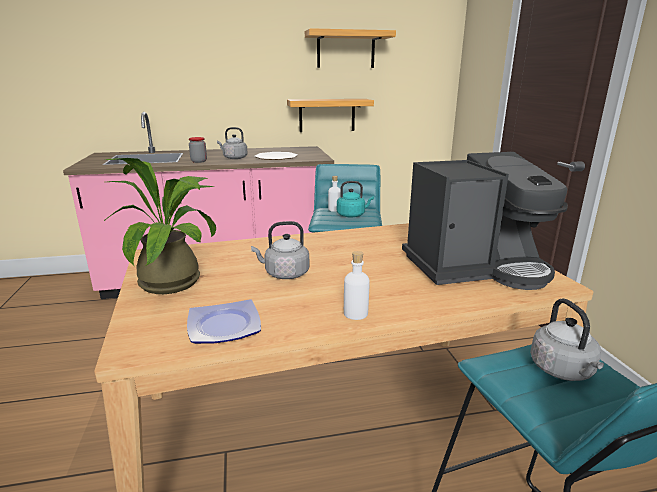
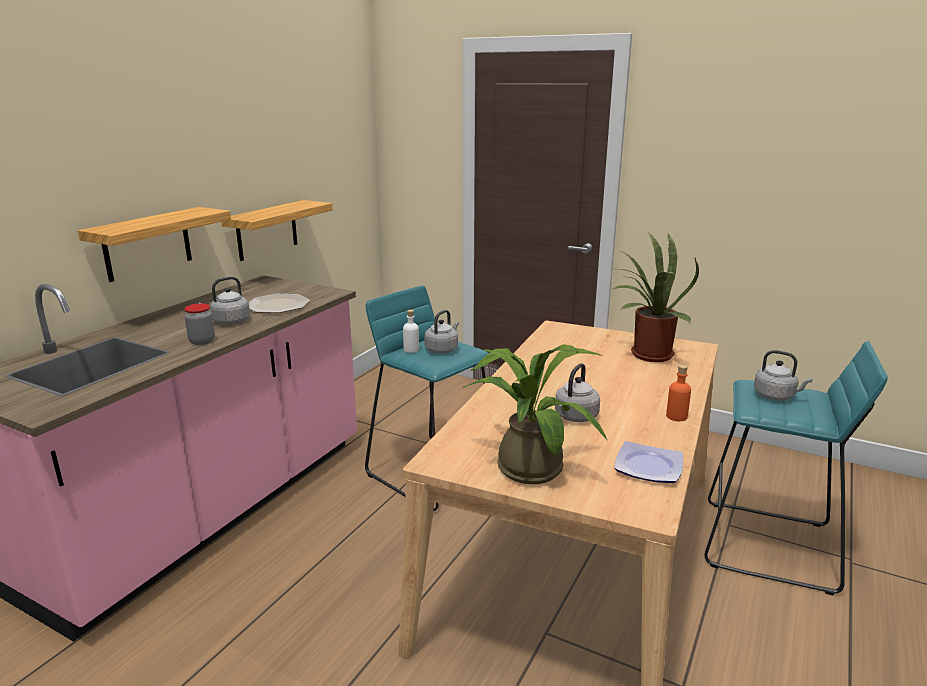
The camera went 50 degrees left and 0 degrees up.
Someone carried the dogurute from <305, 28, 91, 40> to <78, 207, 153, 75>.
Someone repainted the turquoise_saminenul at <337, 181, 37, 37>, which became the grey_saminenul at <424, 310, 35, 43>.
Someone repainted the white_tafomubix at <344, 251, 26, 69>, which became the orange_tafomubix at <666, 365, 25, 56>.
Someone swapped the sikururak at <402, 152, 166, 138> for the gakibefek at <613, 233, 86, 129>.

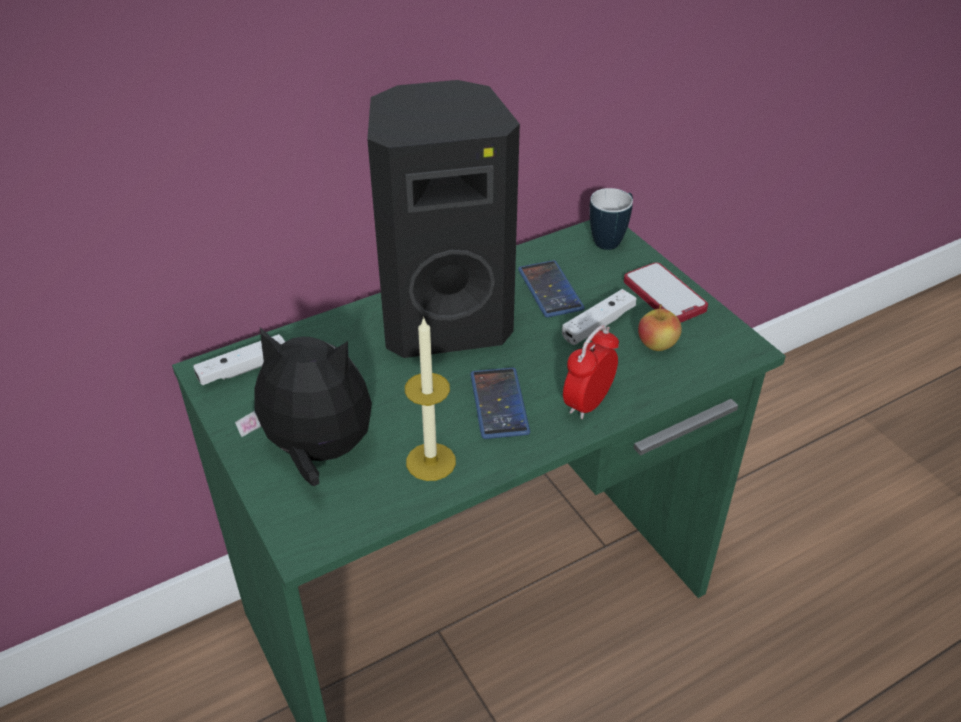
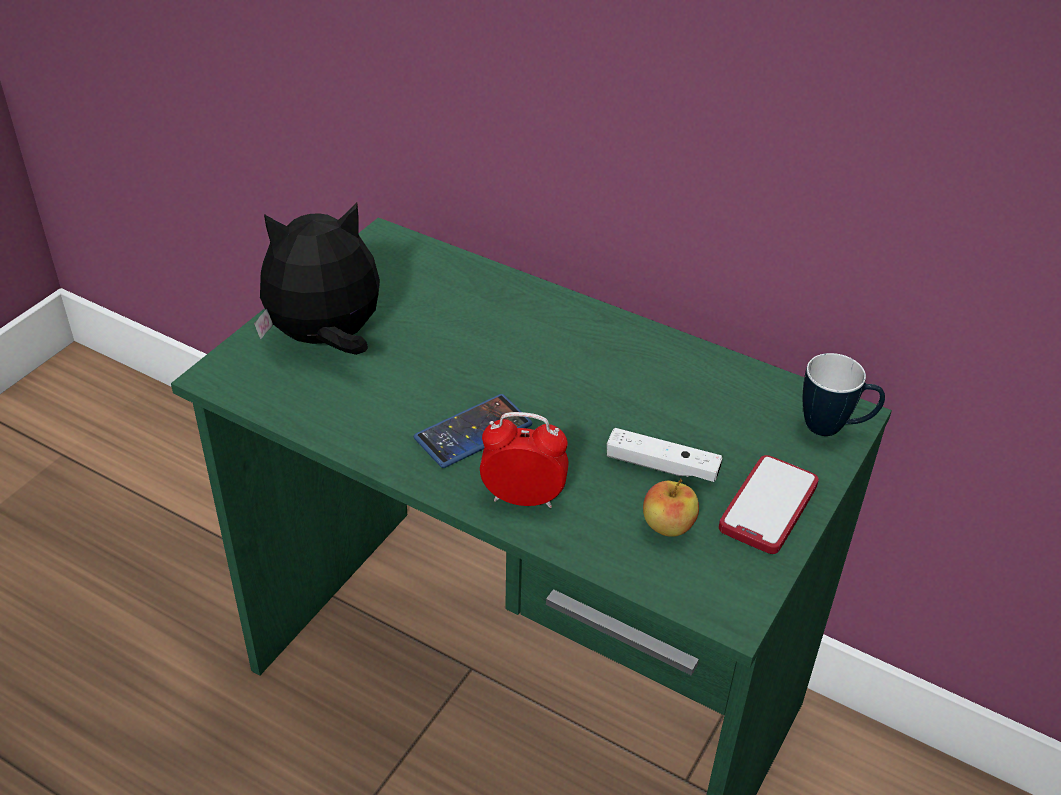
The camera went 60 degrees right and 0 degrees up.
Someone took away the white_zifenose at <193, 334, 92, 51>.
Someone rotated the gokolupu at <235, 327, 137, 159> by 90 degrees counterclockwise.
Someone took away the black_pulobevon at <367, 80, 153, 278>.
Someone took away the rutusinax at <405, 316, 51, 165>.
Someone took away the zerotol at <518, 260, 67, 57>.

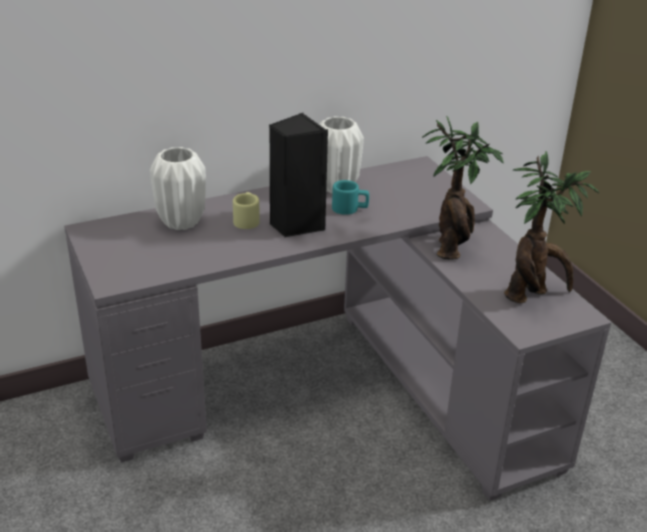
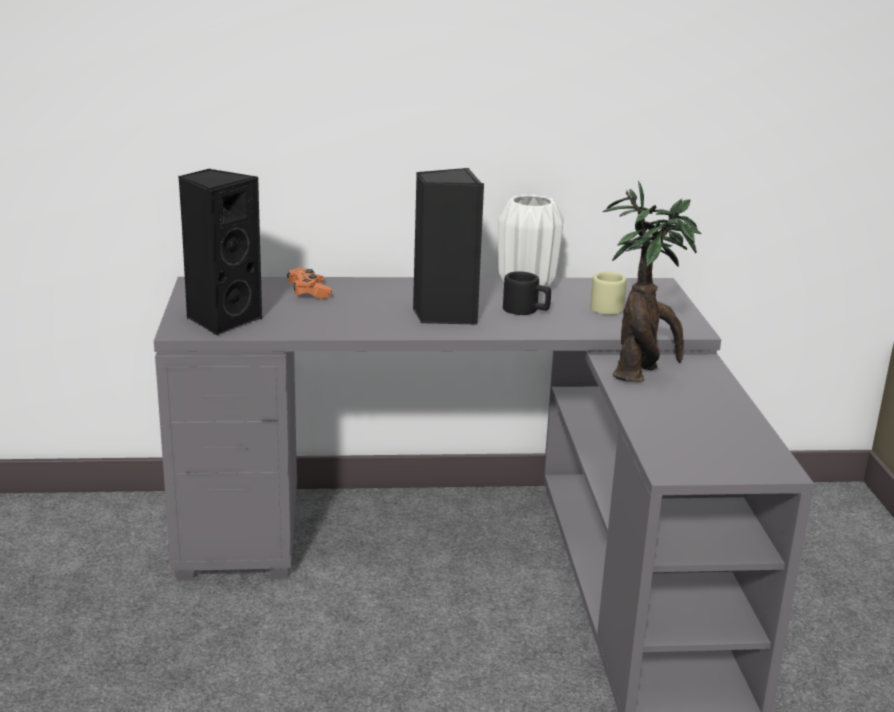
The camera went 20 degrees right and 10 degrees down.
Someone swapped the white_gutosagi at <150, 147, 56, 83> for the orange_zifenose at <287, 268, 45, 31>.
Someone carried the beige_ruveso from <233, 192, 27, 37> to <590, 272, 37, 43>.
Someone repainted the turquoise_ruveso at <332, 180, 37, 35>, which became the black_ruveso at <503, 271, 48, 44>.
Someone took away the gakibefek at <504, 151, 95, 152>.
Someone put down the black_pulobevon at <179, 169, 84, 167>.

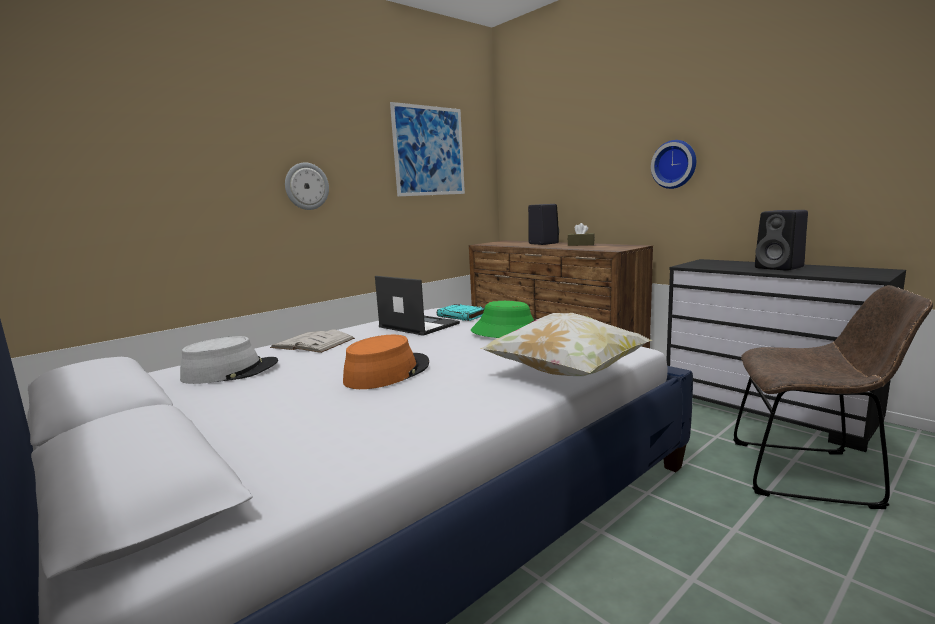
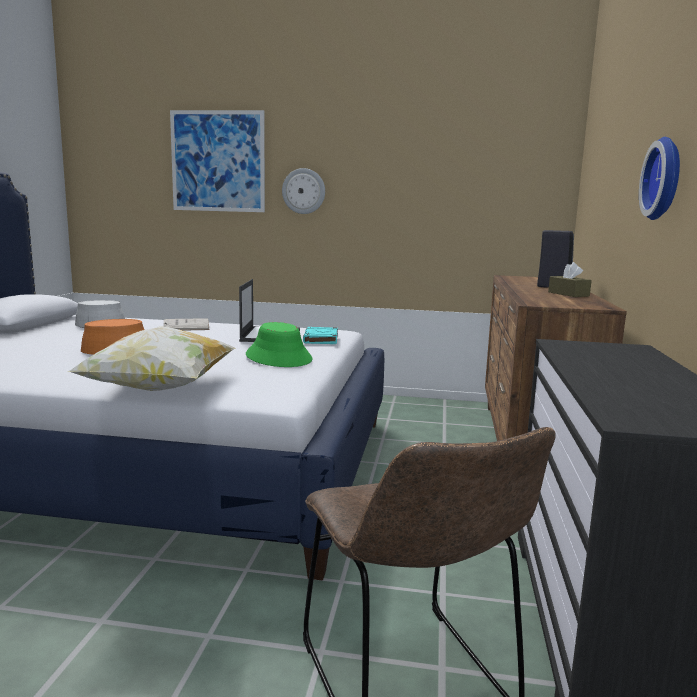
The camera went 50 degrees right and 0 degrees up.
Someone carried the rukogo from <390, 102, 75, 95> to <170, 110, 95, 102>.
Someone took away the black_pulobevon at <755, 210, 53, 61>.

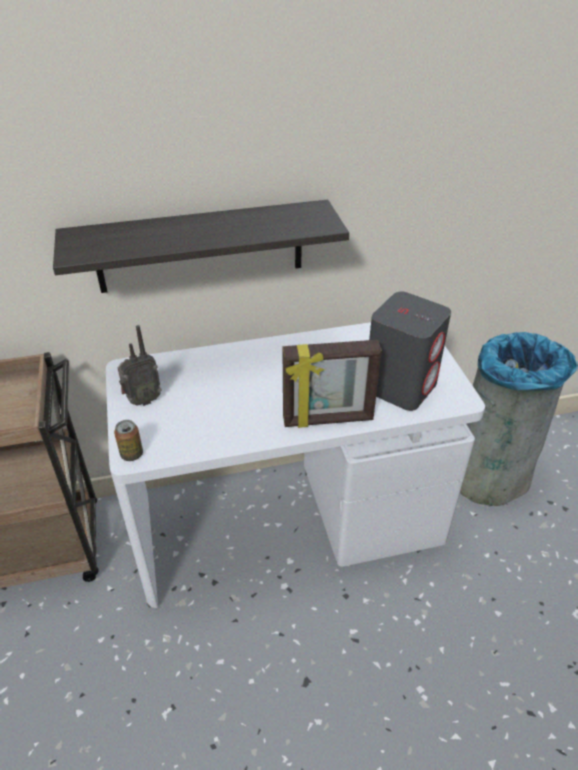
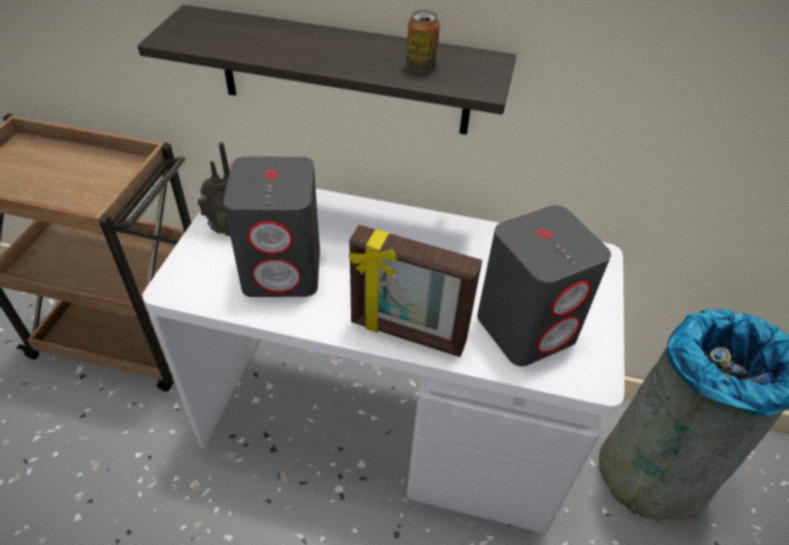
The camera went 25 degrees right and 5 degrees up.
Someone carried the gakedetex from <114, 420, 29, 41> to <406, 10, 34, 62>.
Someone put down the grey_pulobevon at <223, 156, 97, 141>.

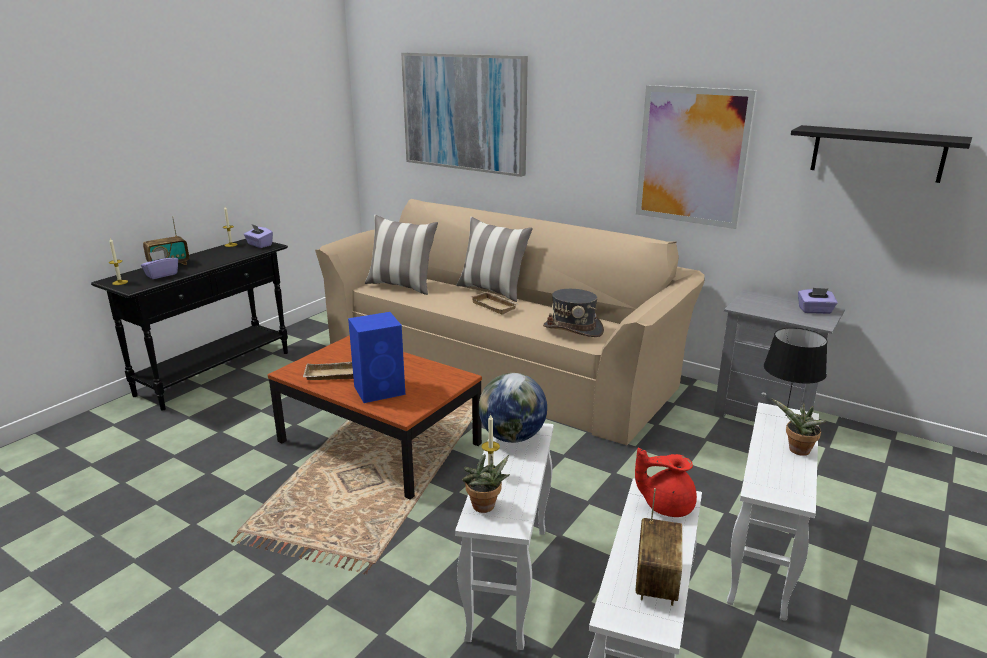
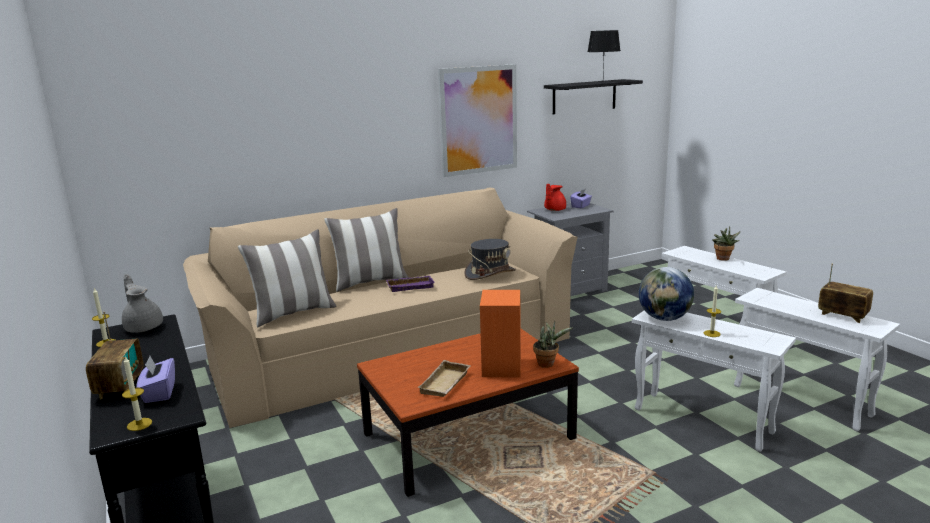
The camera went 60 degrees left and 5 degrees down.
Someone swapped the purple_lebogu at <244, 224, 29, 24> for the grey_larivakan at <122, 274, 41, 59>.
Someone repainted the blue_pulobevon at <348, 312, 57, 91>, which became the orange_pulobevon at <480, 290, 41, 88>.
Someone took away the rukogo at <401, 53, 127, 124>.
Someone carried the gakibefek from <462, 454, 48, 59> to <533, 321, 40, 47>.
Someone repainted the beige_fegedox at <470, 292, 49, 23>, which became the purple_fegedox at <386, 276, 49, 16>.
Someone carried the red_larivakan from <635, 448, 62, 69> to <544, 184, 22, 27>.
Someone carried the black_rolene from <764, 328, 64, 87> to <588, 30, 32, 44>.

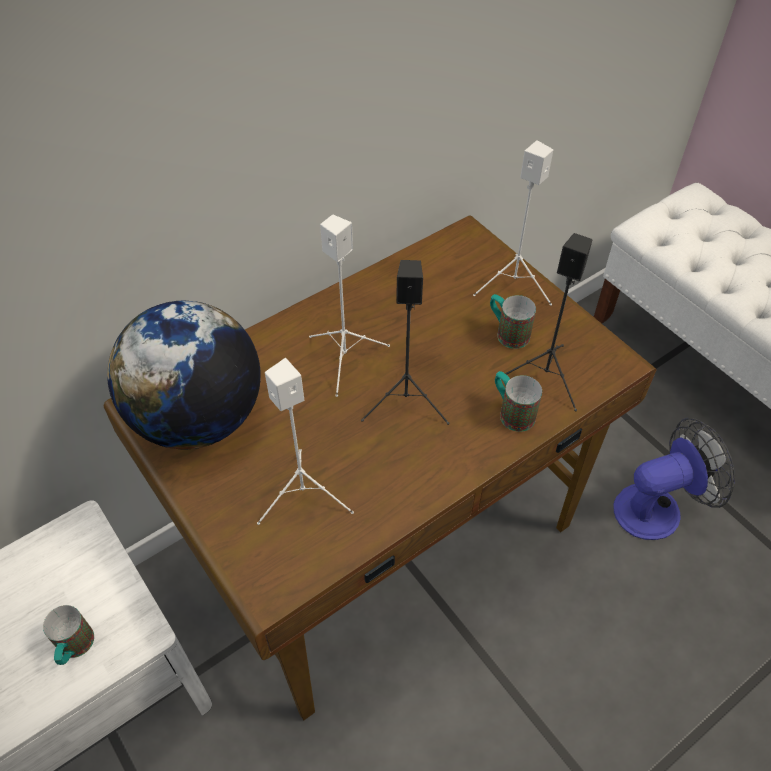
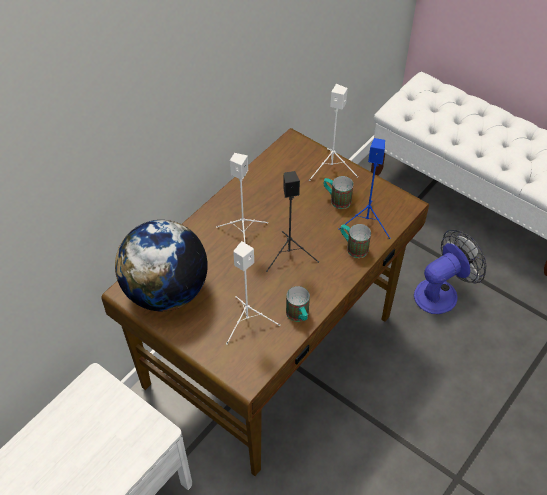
The camera went 15 degrees left and 0 degrees up.
Someone carried the ruveso from <43, 605, 51, 60> to <286, 286, 24, 36>.
Someone repainted the black_pulobevon at <505, 233, 87, 178>, which became the blue_pulobevon at <339, 138, 52, 101>.

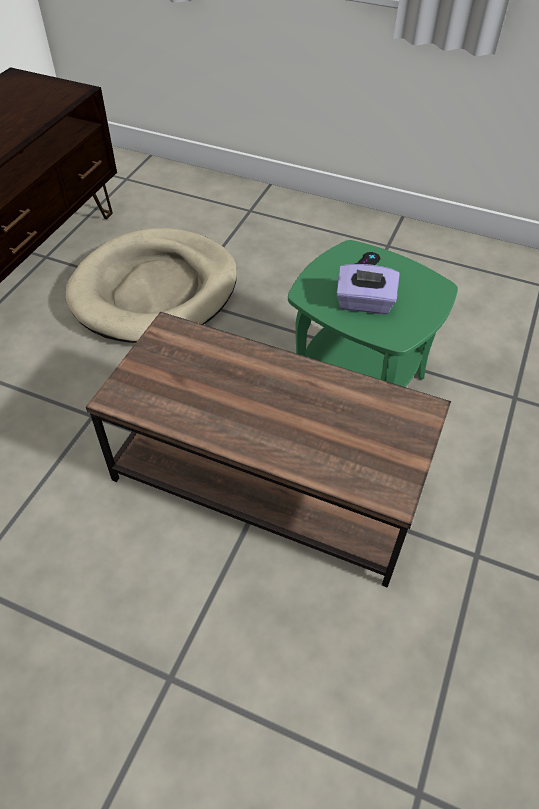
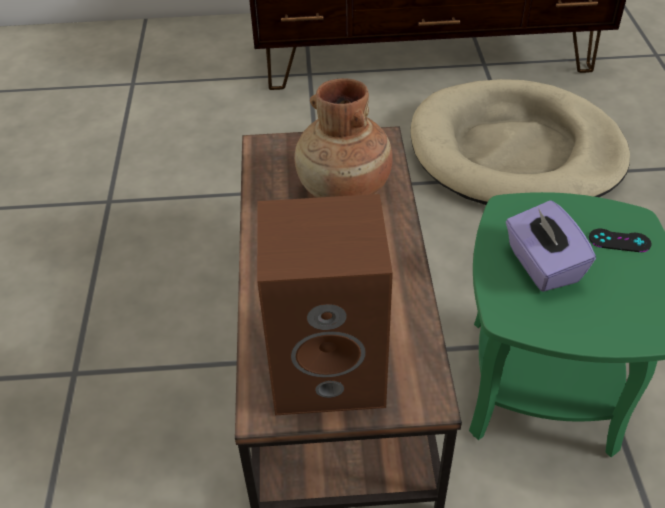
The camera went 65 degrees right and 5 degrees down.
Someone put down the brown_pulobevon at <257, 194, 136, 221>.
Someone put down the brown_gutosagi at <294, 78, 99, 120>.

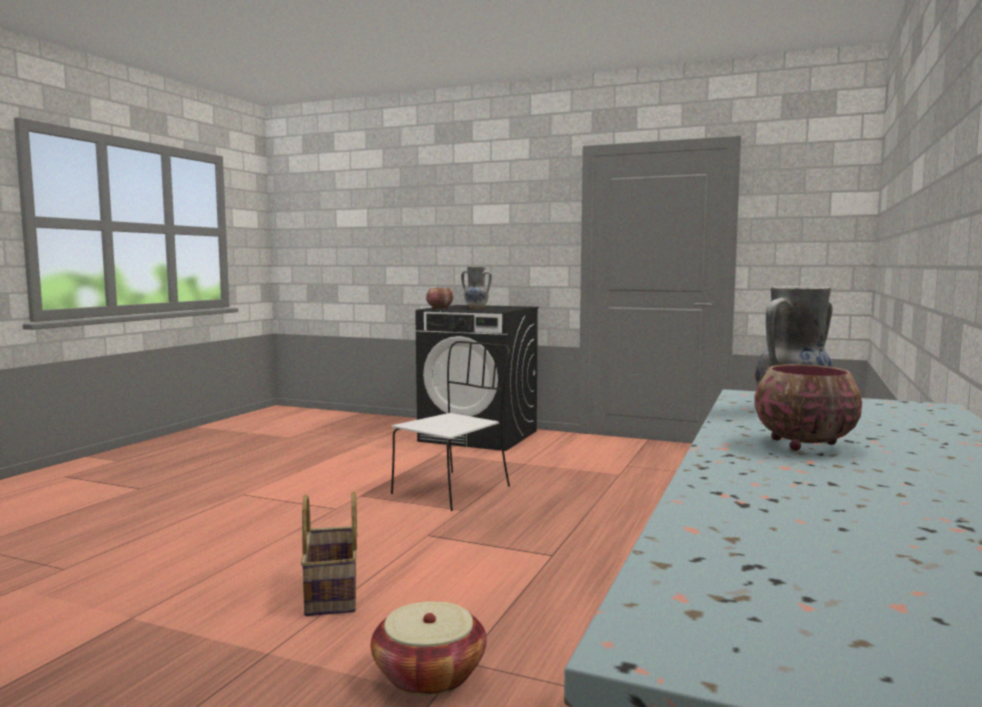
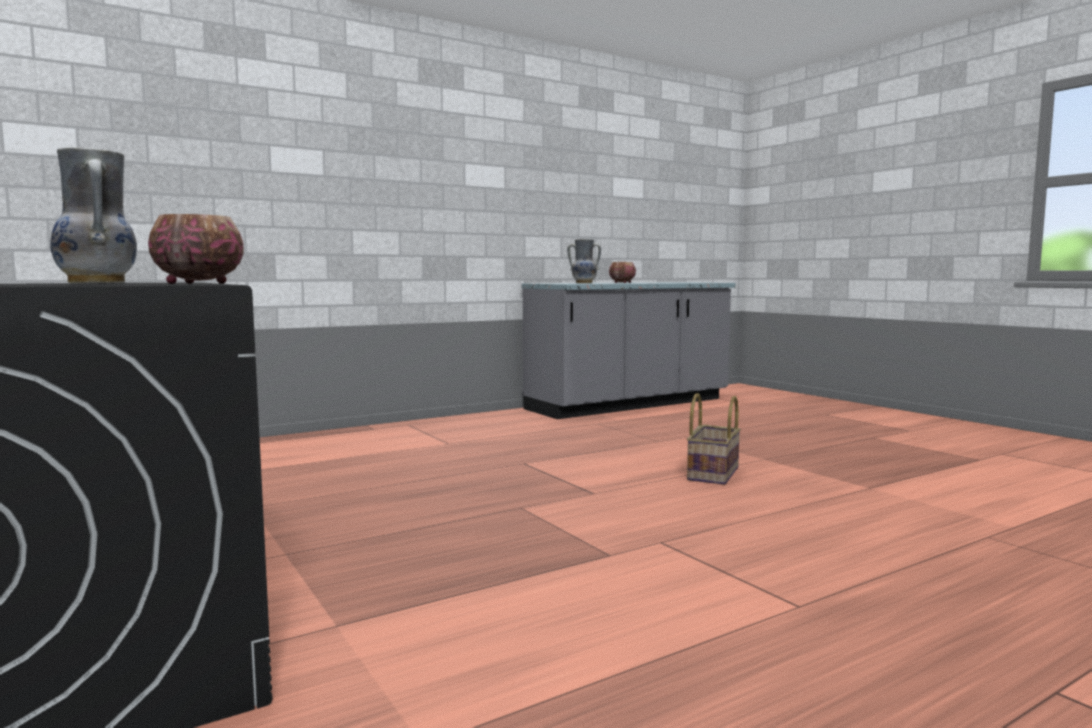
The camera went 145 degrees left and 0 degrees up.
Someone took away the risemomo at <371, 601, 116, 95>.
Someone took away the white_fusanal at <391, 341, 119, 170>.

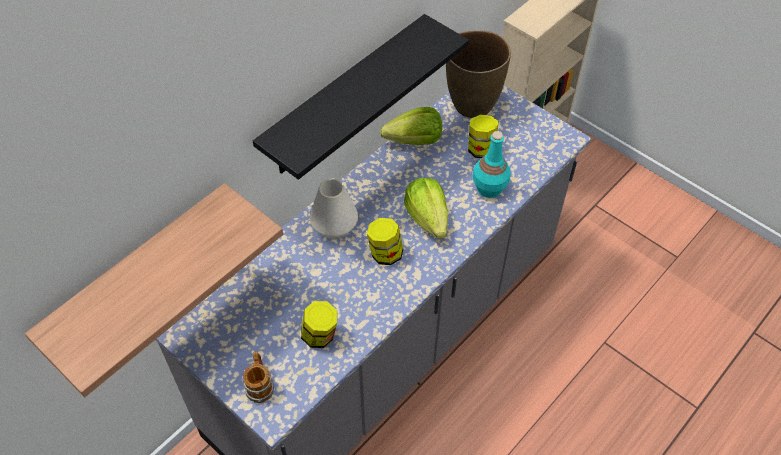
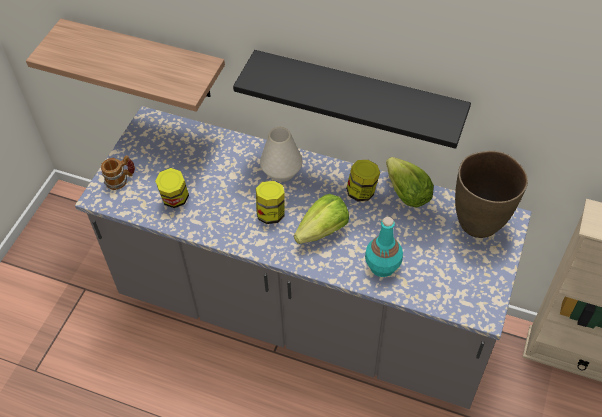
The camera went 70 degrees right and 0 degrees up.
Someone carried the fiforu from <468, 115, 30, 43> to <346, 160, 34, 42>.

